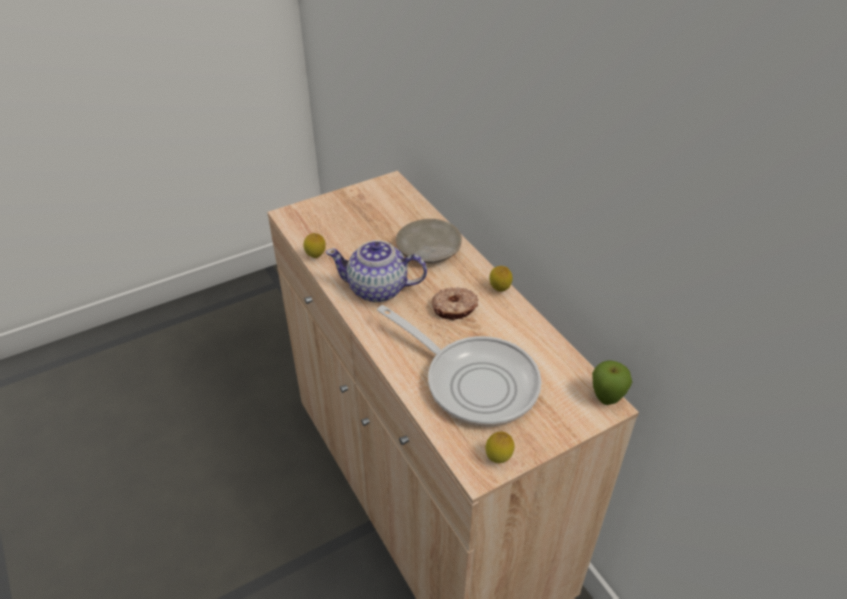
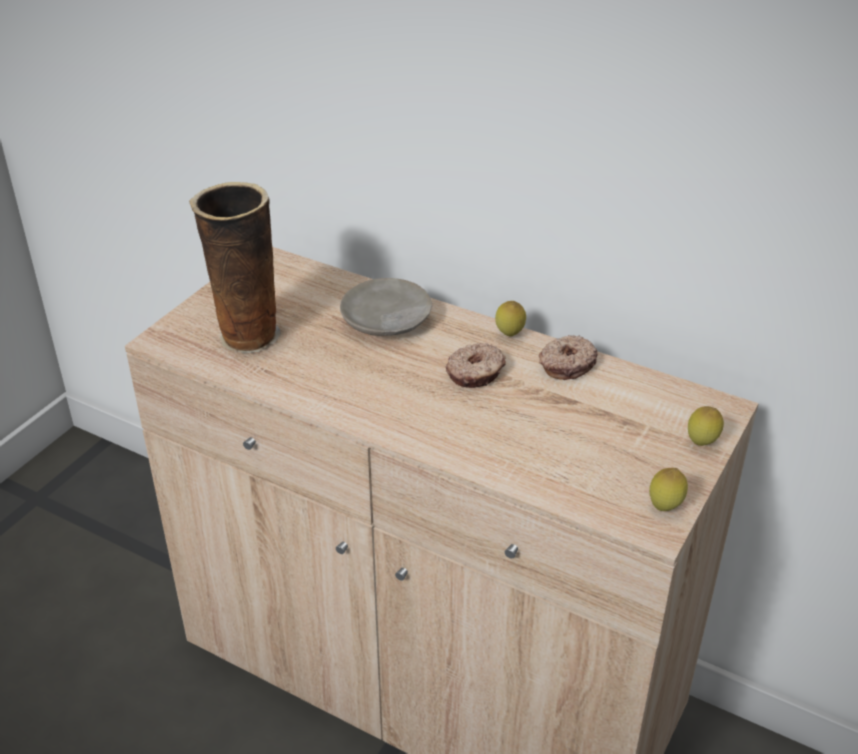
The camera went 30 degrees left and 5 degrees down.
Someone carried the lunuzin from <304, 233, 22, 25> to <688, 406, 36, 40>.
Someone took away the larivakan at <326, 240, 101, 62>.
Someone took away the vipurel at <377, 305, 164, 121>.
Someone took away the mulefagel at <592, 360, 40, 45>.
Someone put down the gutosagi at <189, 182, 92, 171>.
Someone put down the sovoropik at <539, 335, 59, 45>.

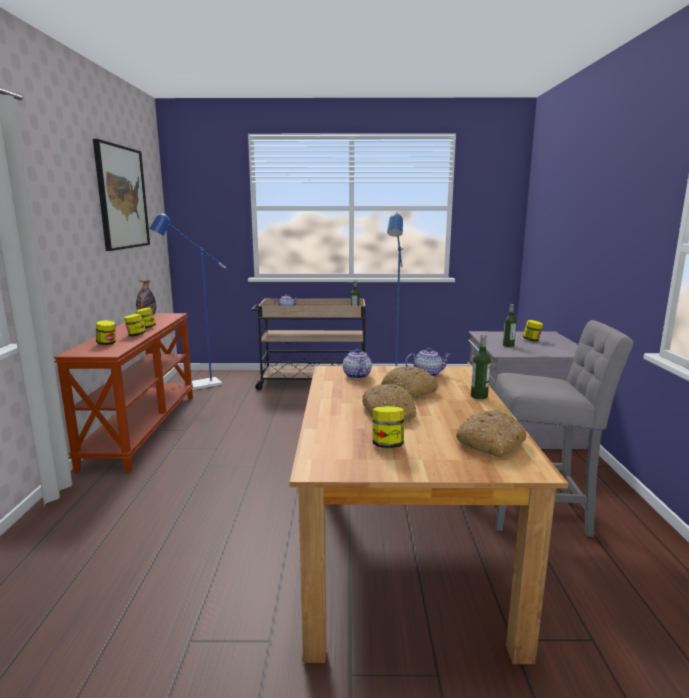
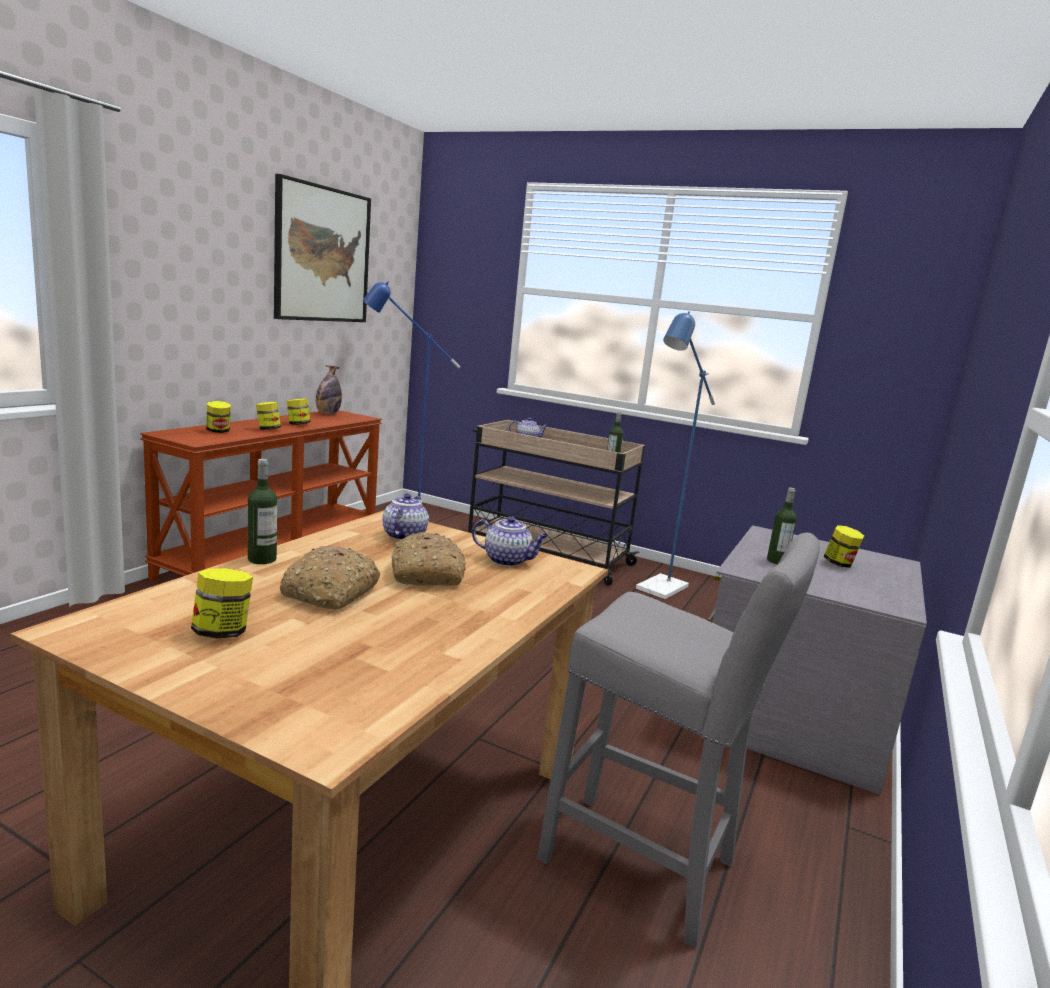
The camera went 25 degrees right and 0 degrees up.
Someone took away the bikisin at <456, 411, 71, 46>.
Someone carried the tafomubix from <471, 334, 20, 65> to <248, 459, 29, 105>.

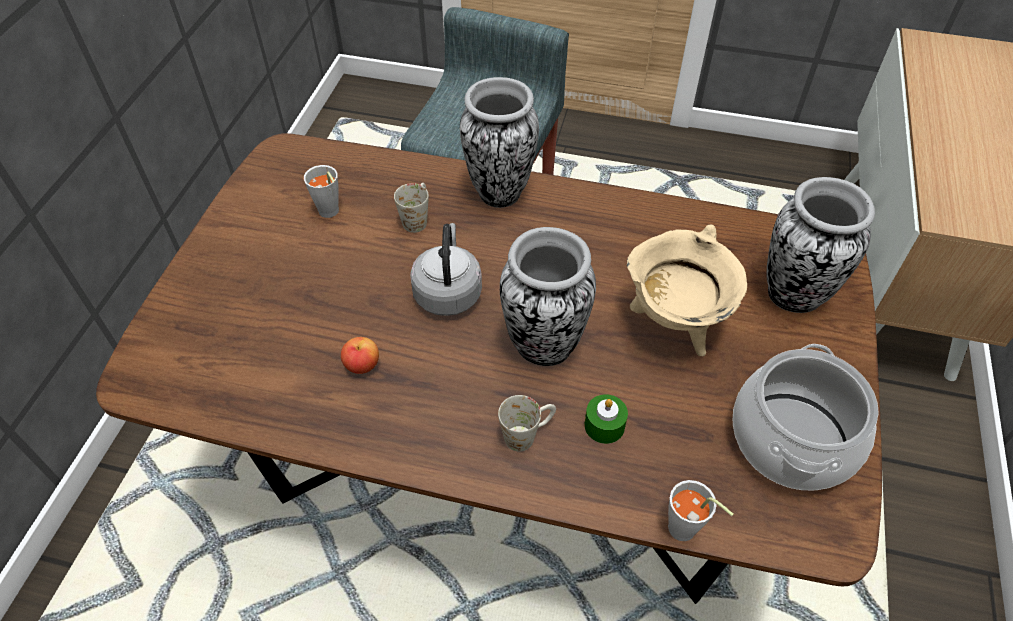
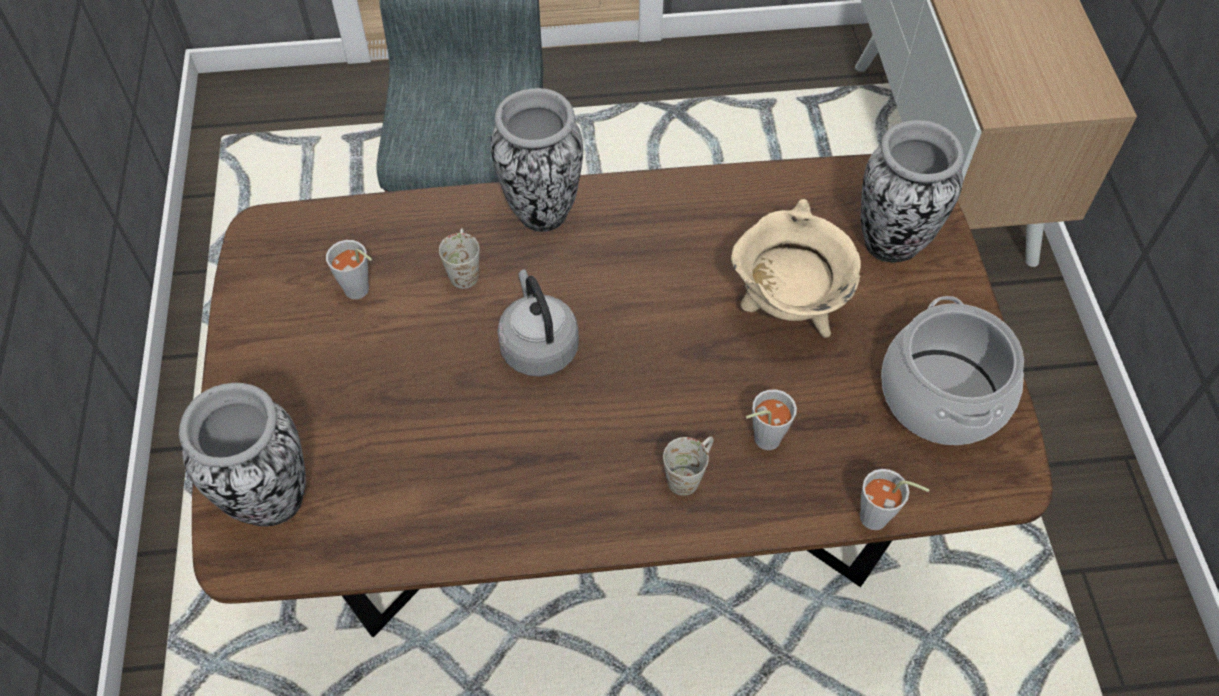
The camera went 20 degrees left and 5 degrees up.
Someone took away the mulefagel at <341, 337, 38, 37>.
Someone carried the gutosagi from <500, 227, 96, 139> to <179, 383, 127, 143>.
Someone swapped the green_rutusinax at <584, 394, 44, 50> for the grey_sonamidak at <746, 389, 51, 61>.

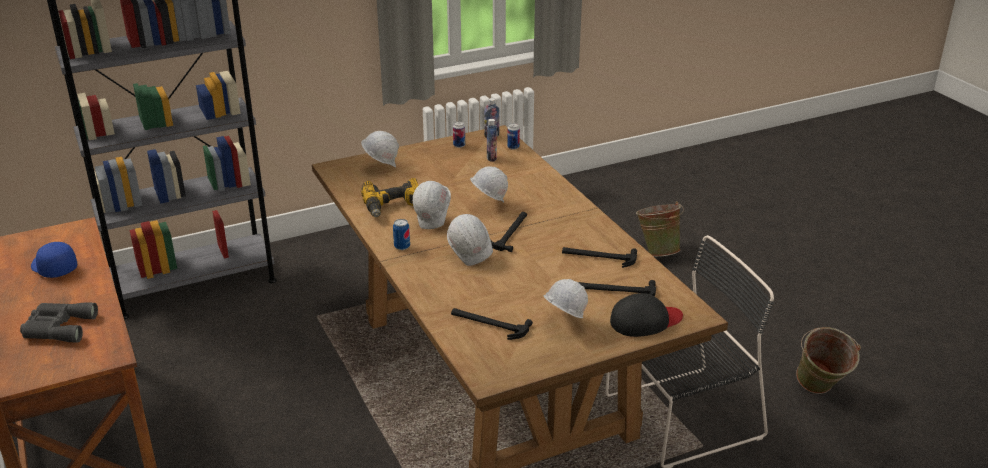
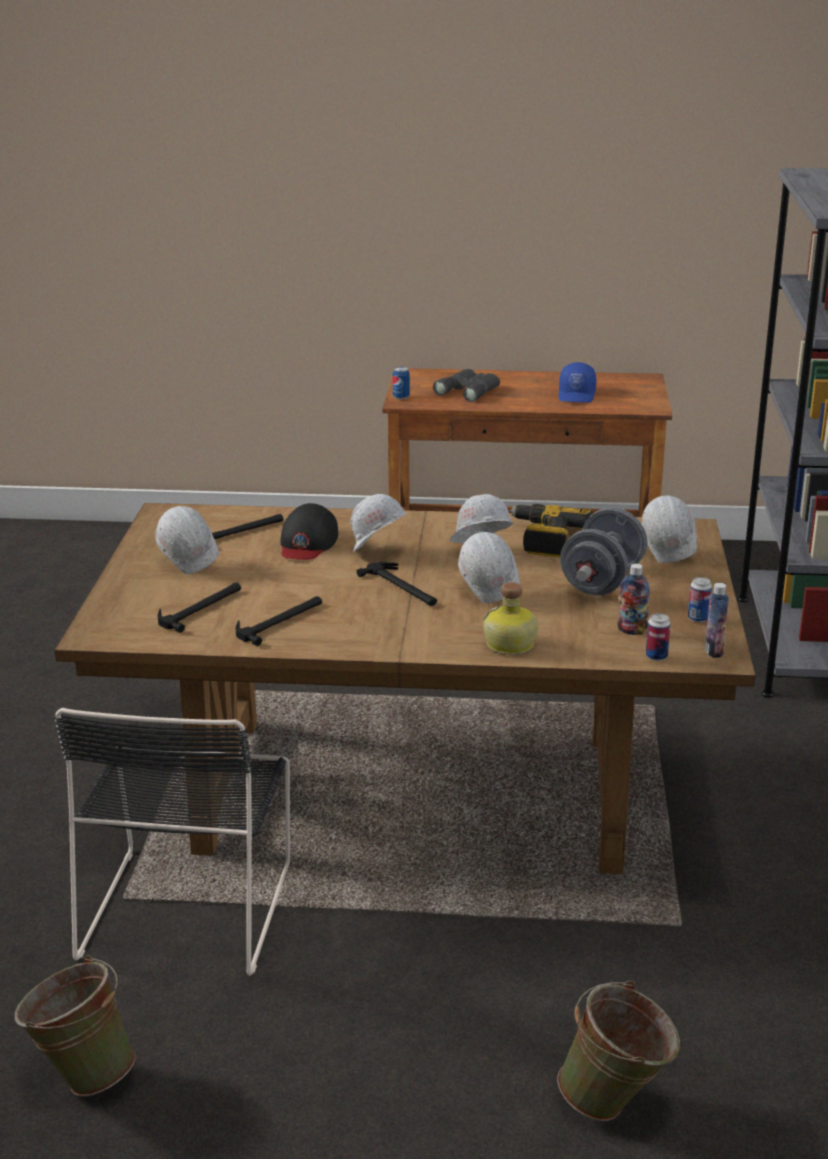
The camera went 120 degrees right and 5 degrees down.
Someone rotated the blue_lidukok at <31, 242, 46, 36> by 120 degrees clockwise.
Someone carried the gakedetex from <393, 219, 17, 31> to <393, 367, 17, 33>.
Someone carried the black_lidukok from <610, 293, 73, 44> to <280, 503, 58, 57>.
Someone put down the tafomubix at <483, 582, 55, 73>.
Someone put down the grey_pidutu at <560, 507, 87, 89>.

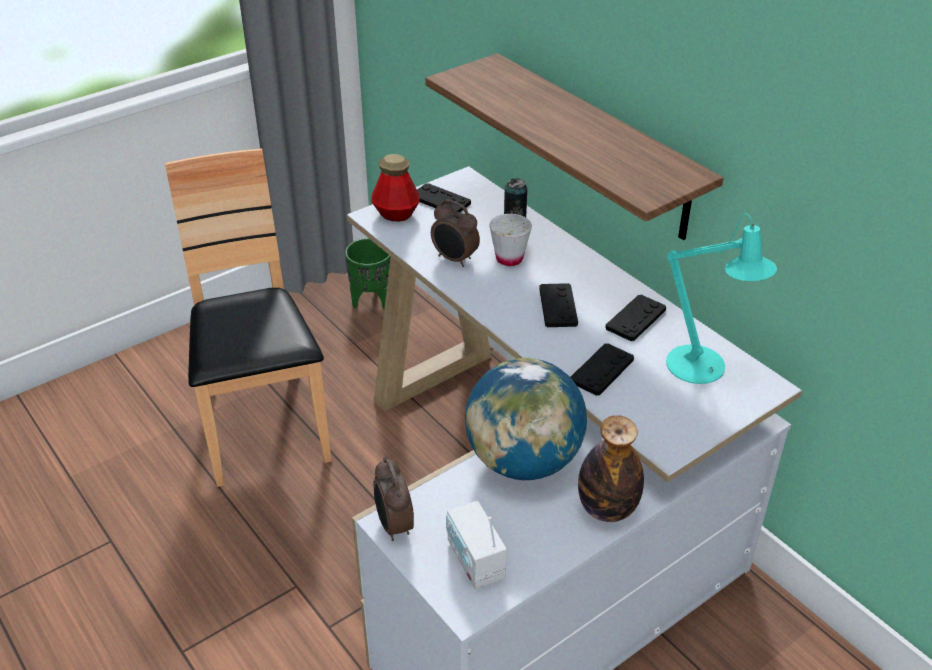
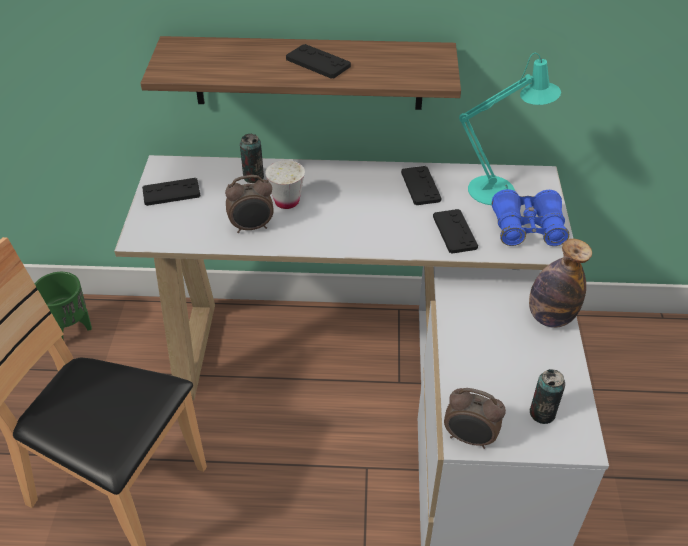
The camera went 50 degrees left and 5 degrees up.
Someone took away the tafomubix at <371, 154, 49, 67>.
Someone swapped the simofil at <446, 501, 61, 88> for the gakedetex at <530, 369, 35, 55>.
Someone took away the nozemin at <465, 357, 122, 123>.
Someone carried the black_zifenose from <539, 283, 39, 44> to <286, 44, 65, 35>.
Someone put down the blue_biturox at <492, 189, 77, 57>.

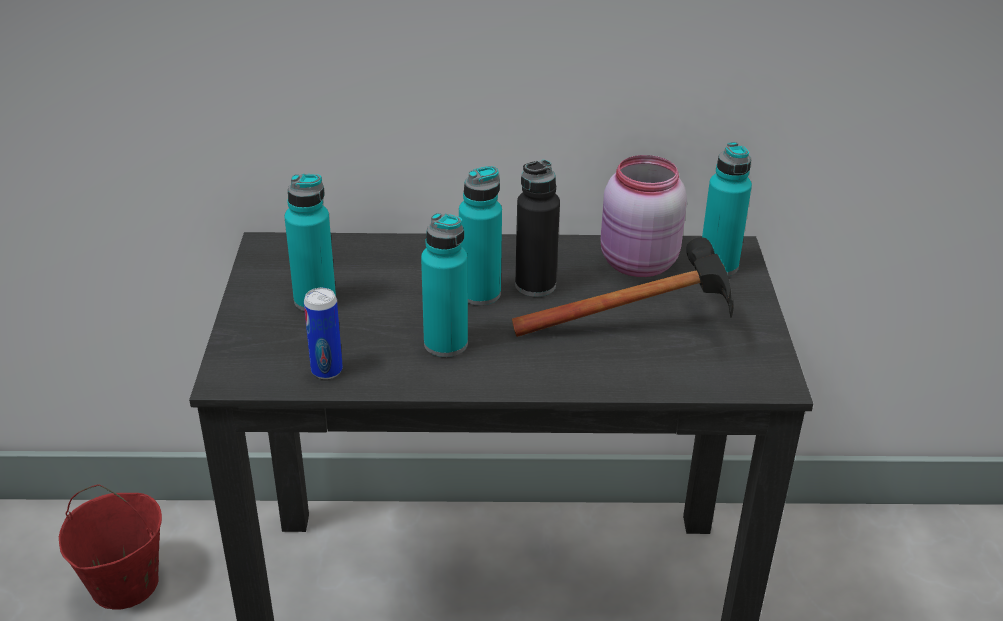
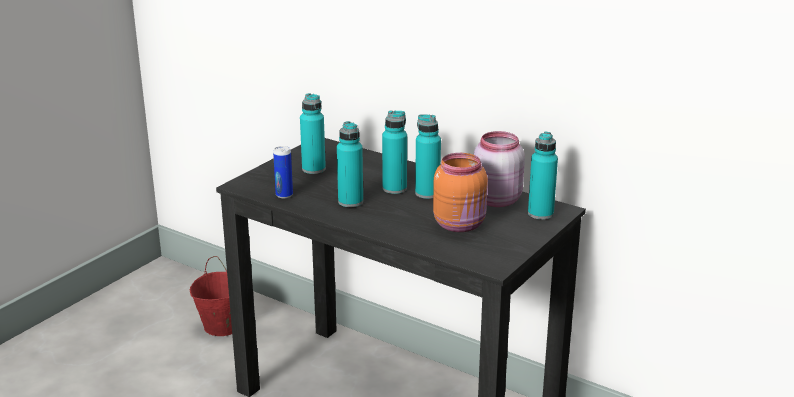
The camera went 35 degrees right and 10 degrees down.
Someone swapped the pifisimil at <512, 237, 221, 100> for the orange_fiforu at <433, 153, 55, 79>.
Someone repainted the black_tafomubix at <515, 160, 45, 137>, which became the turquoise_tafomubix at <415, 114, 26, 85>.

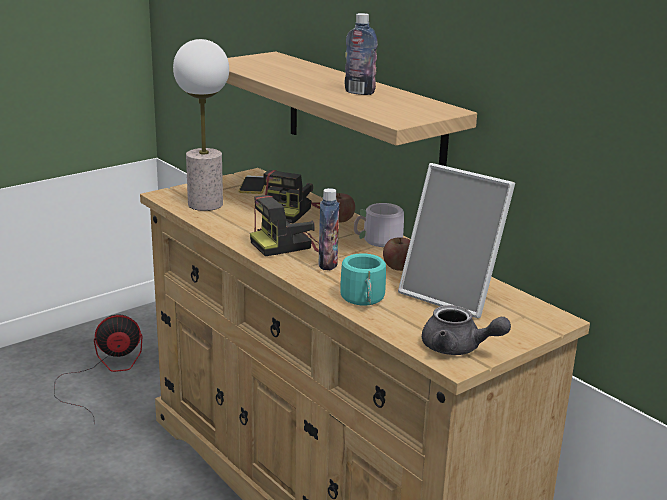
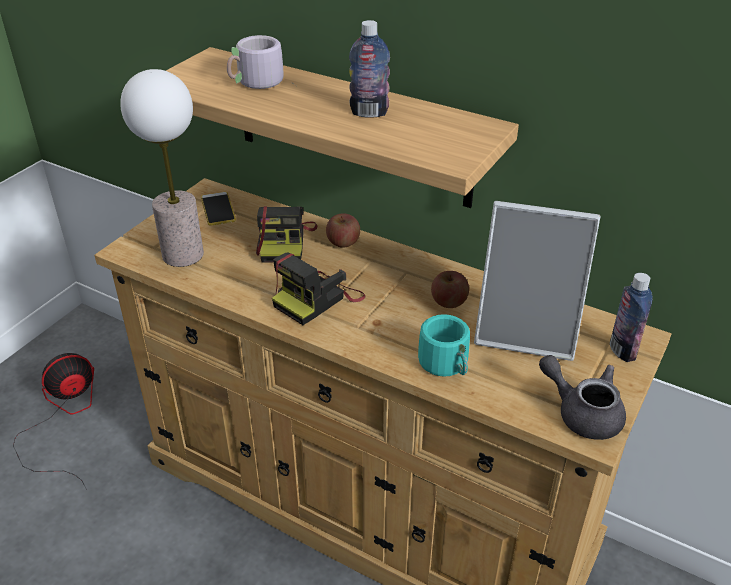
The camera went 20 degrees left and 15 degrees up.
Someone carried the tafomubix from <319, 188, 20, 82> to <610, 273, 43, 89>.
Someone carried the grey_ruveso from <354, 203, 50, 44> to <227, 35, 68, 54>.
Someone rotated the grey_larivakan at <422, 305, 89, 50> by 150 degrees counterclockwise.

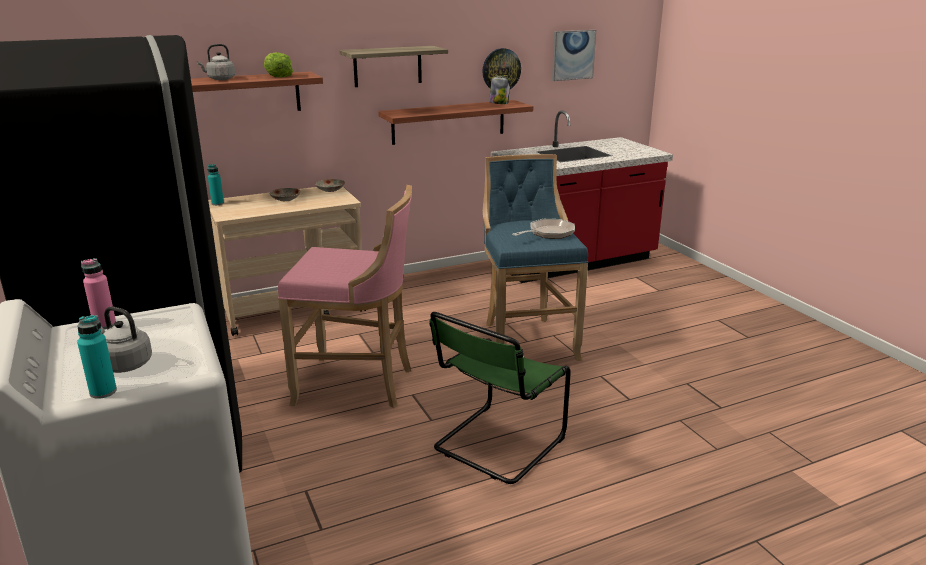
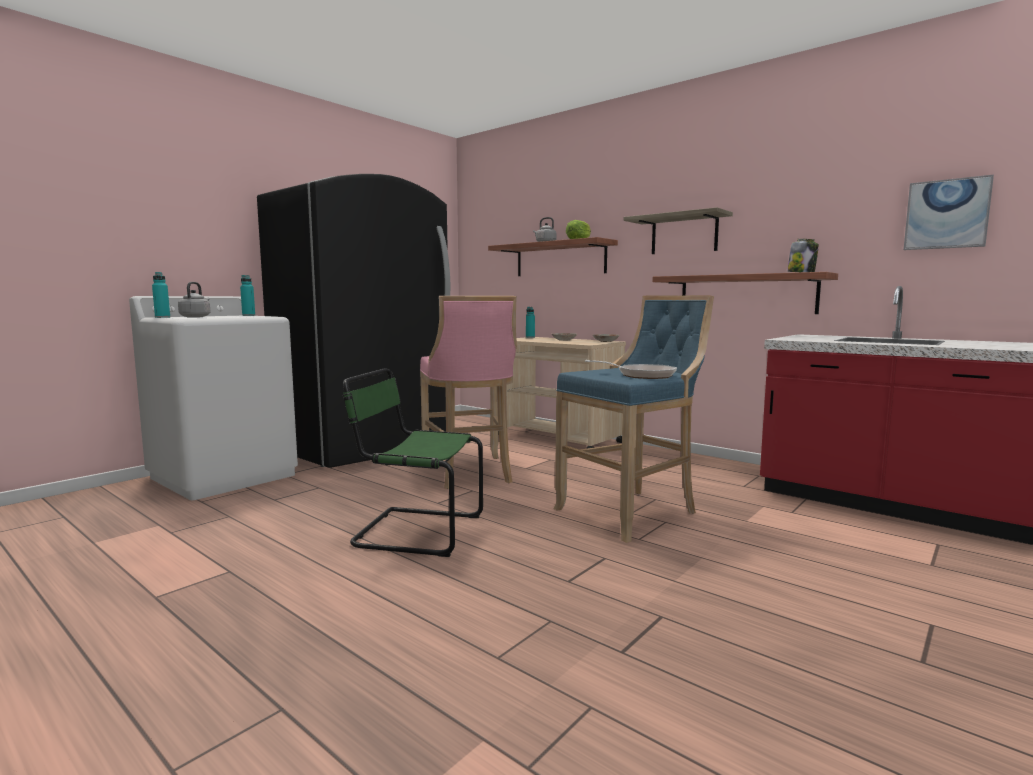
The camera went 65 degrees right and 15 degrees down.
Someone repainted the pink_tafomubix at <81, 258, 35, 71>, which became the turquoise_tafomubix at <240, 275, 15, 41>.
Someone took away the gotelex at <482, 48, 39, 41>.

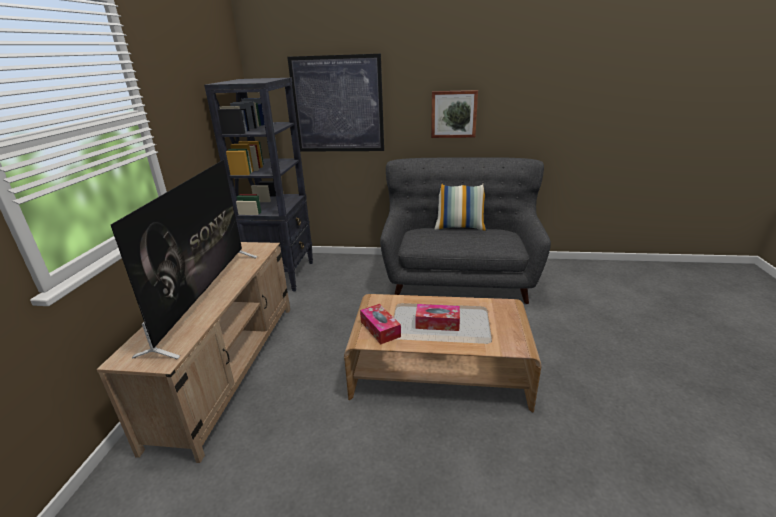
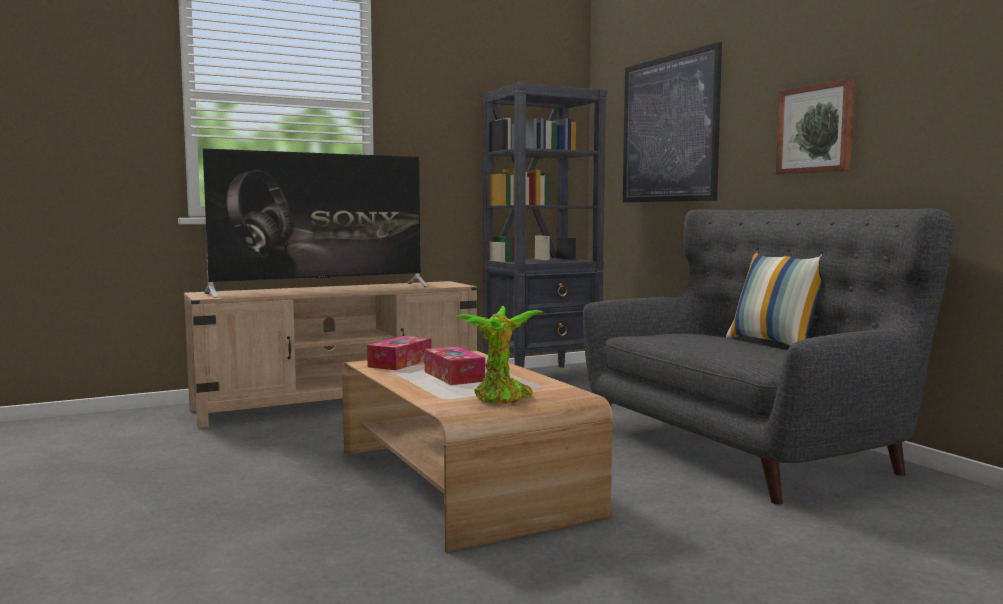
The camera went 55 degrees right and 20 degrees down.
Someone put down the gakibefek at <454, 306, 89, 99>.

